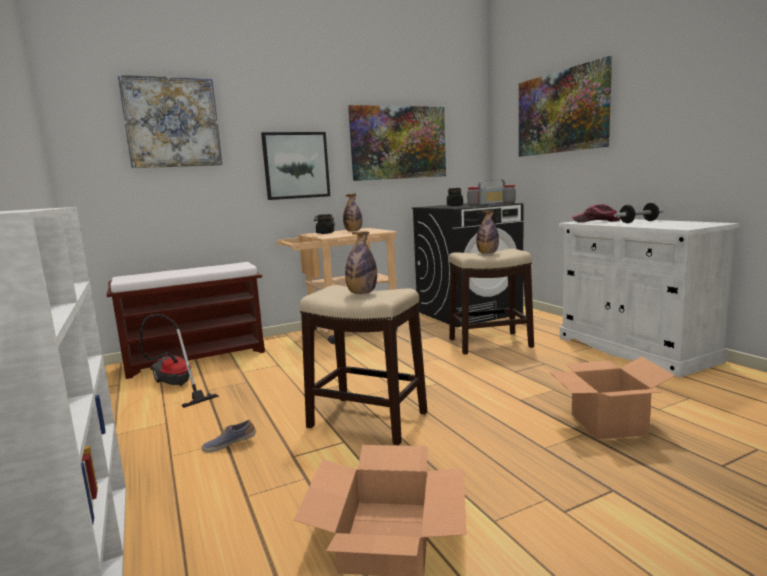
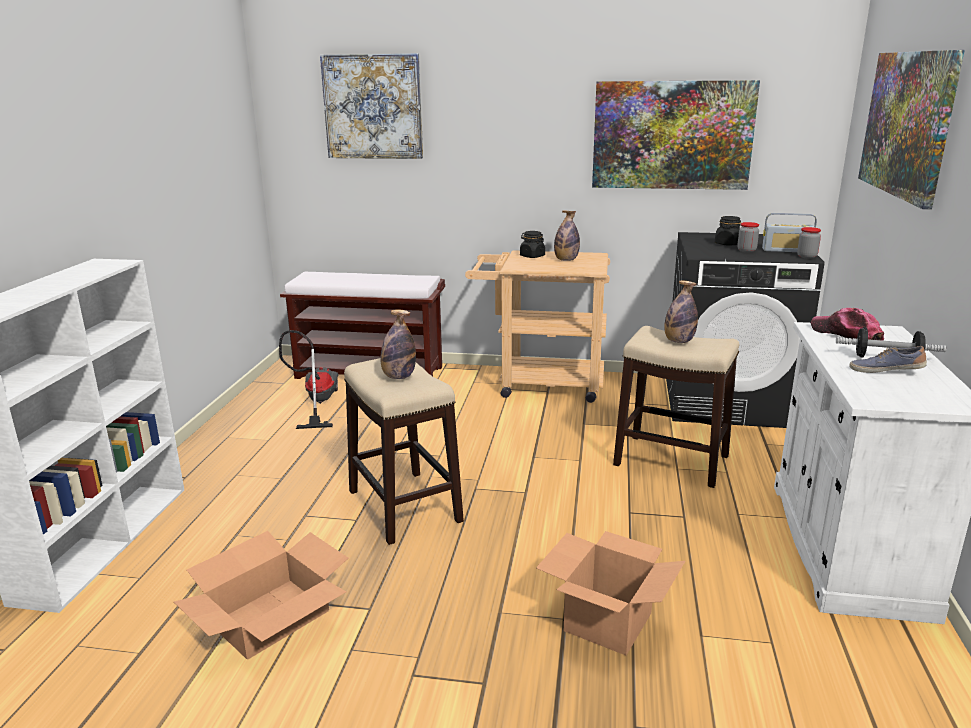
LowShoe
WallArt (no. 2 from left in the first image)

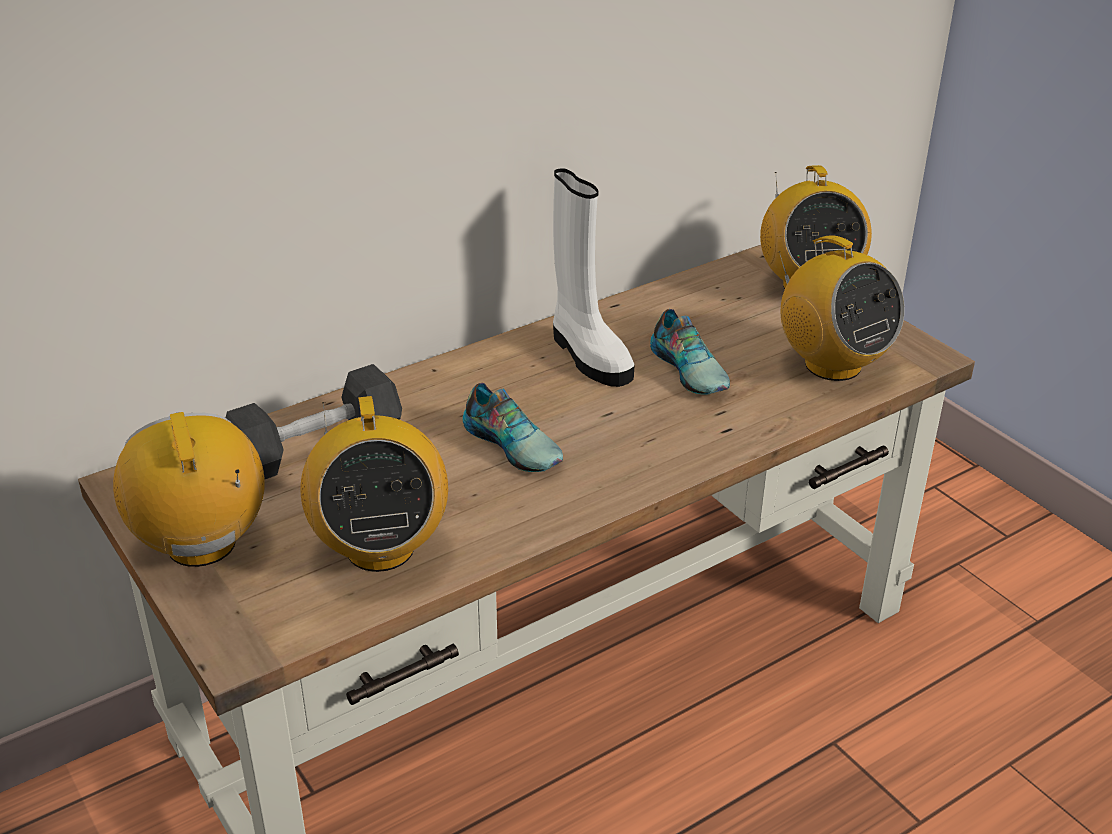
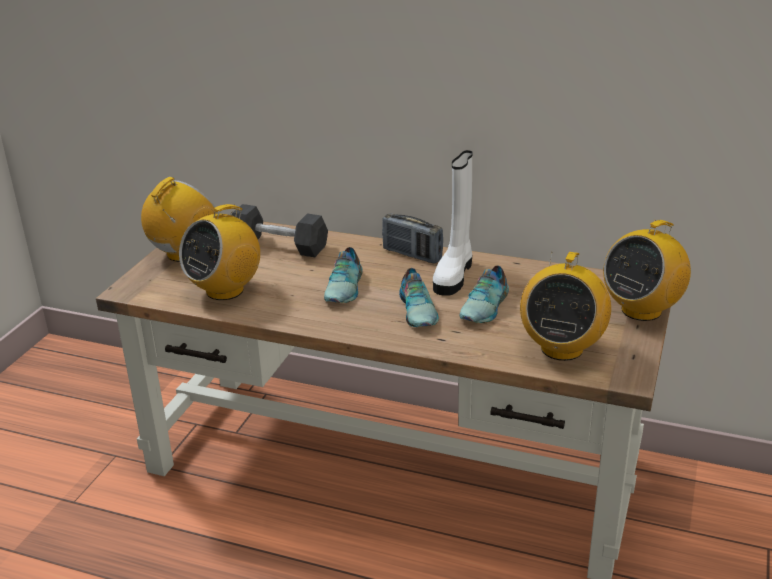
Radio (no. 3 from left)
LowShoe (no. 2 from left)

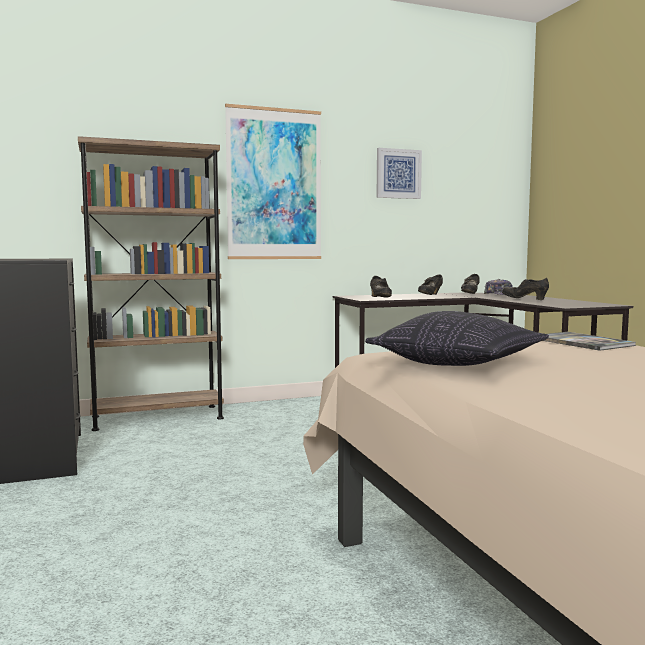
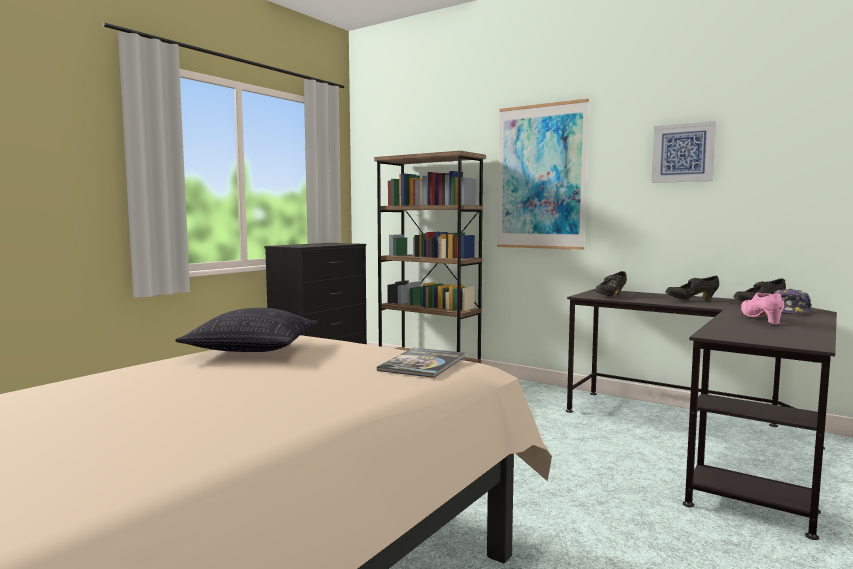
PinkishLowShoe

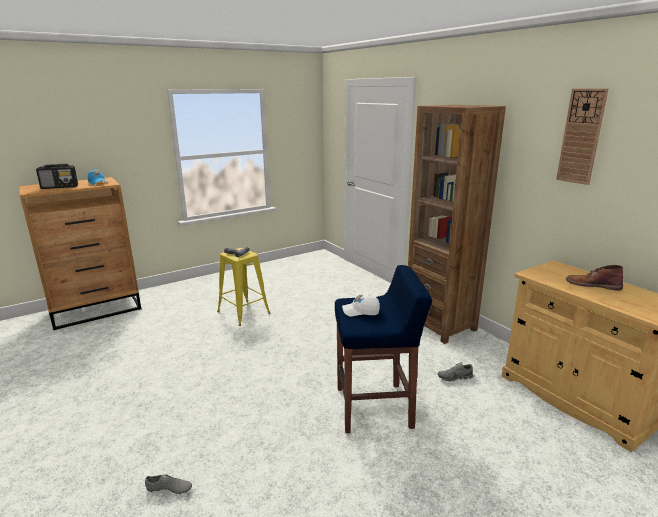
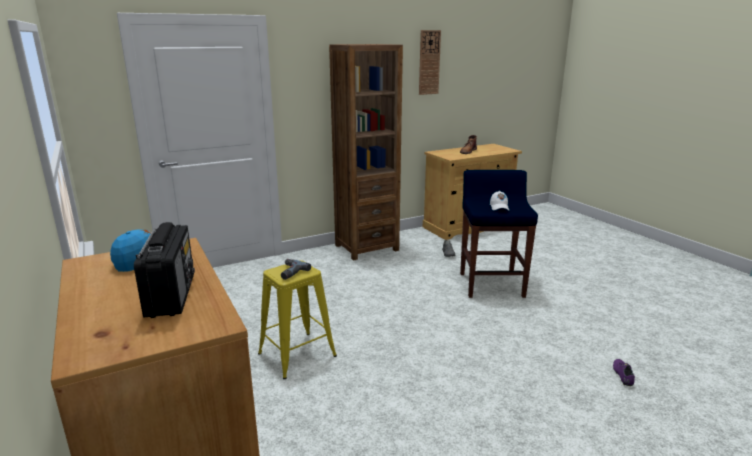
PurplishLowShoe

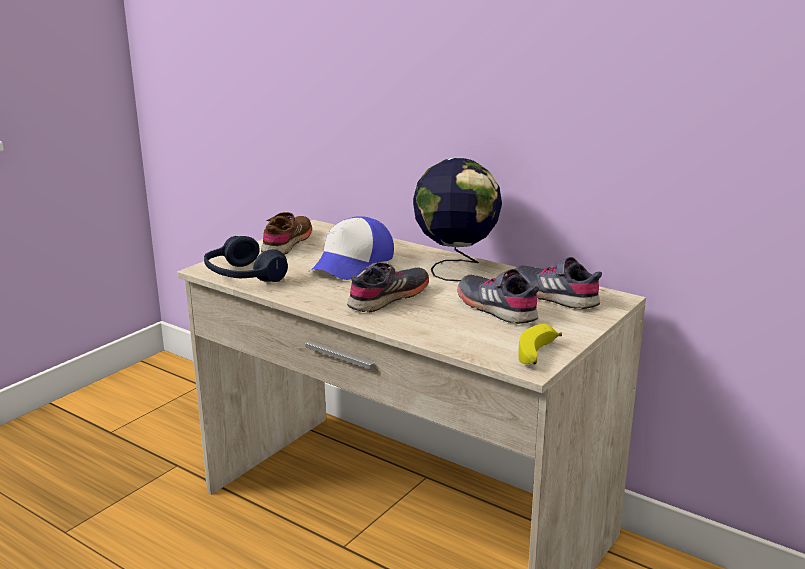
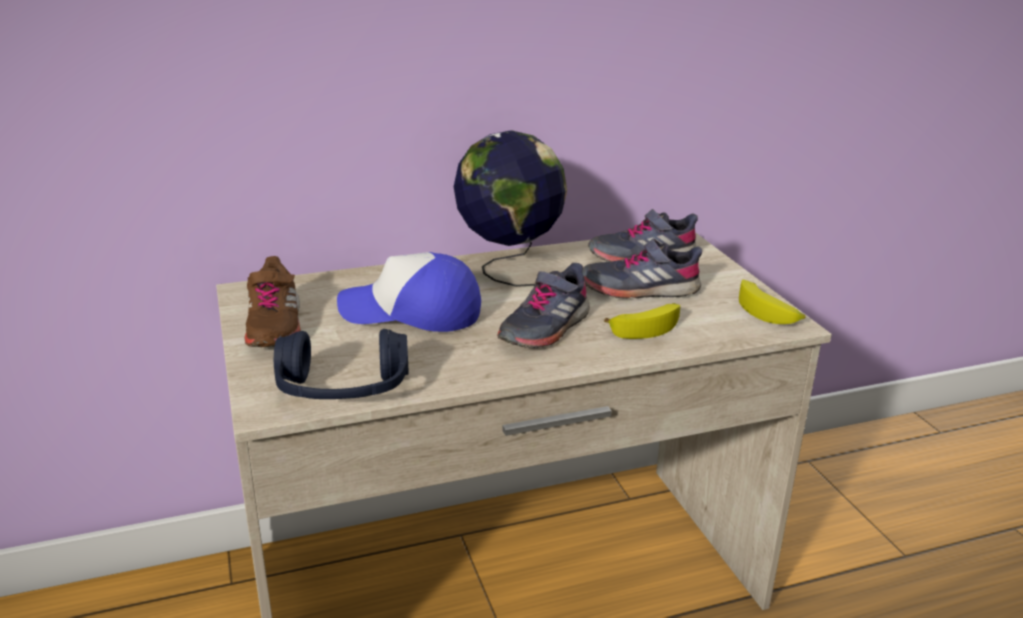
BrownLowShoe
PeakedCap
GreyishLowShoe (no. 1 from left)
WholeBanana (no. 1 from left)

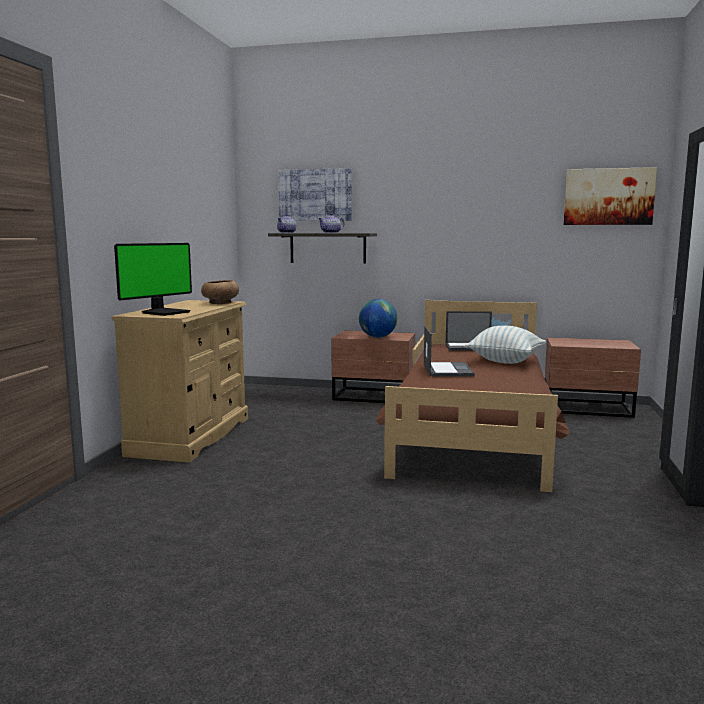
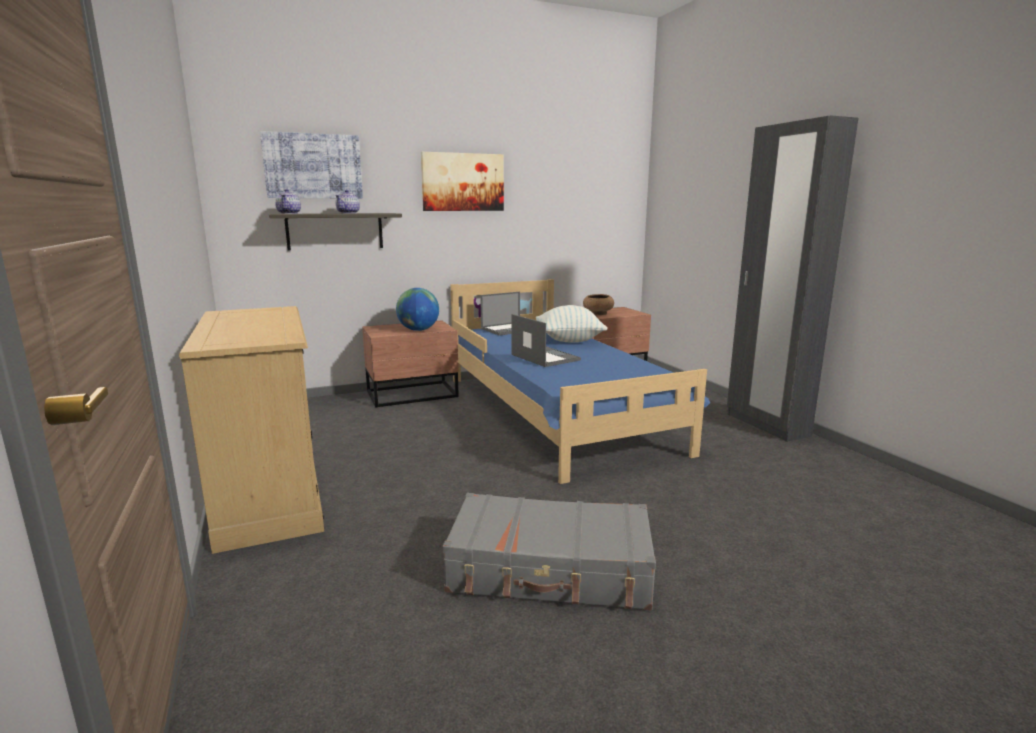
WallArt (no. 2 from left)
GreyishSuitcase
BlueBed
BrownDeepDish
Monitor

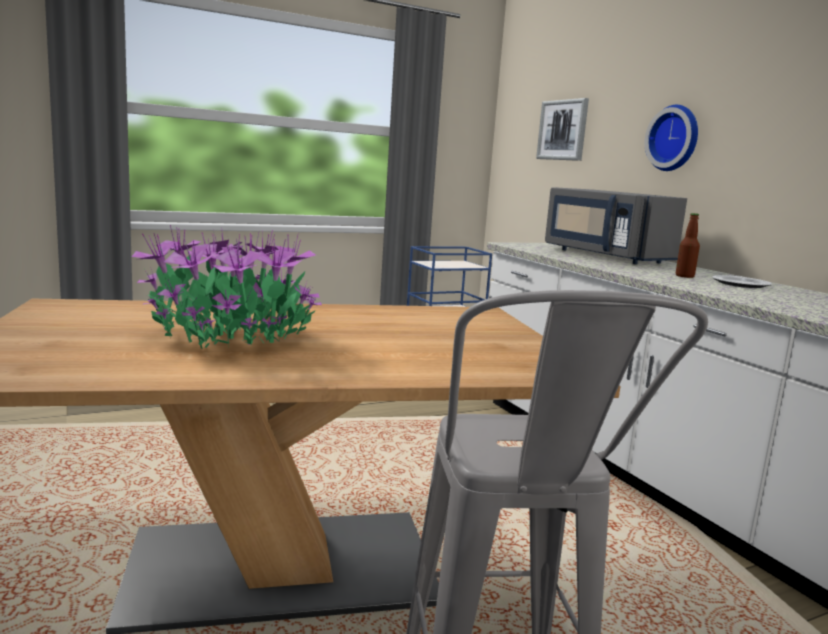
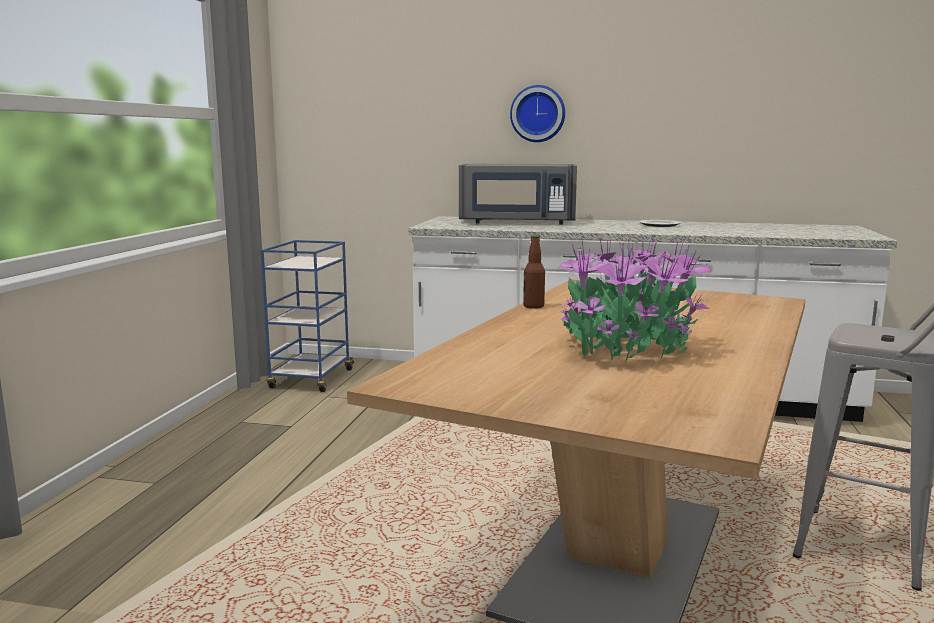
Bottle
WallArt

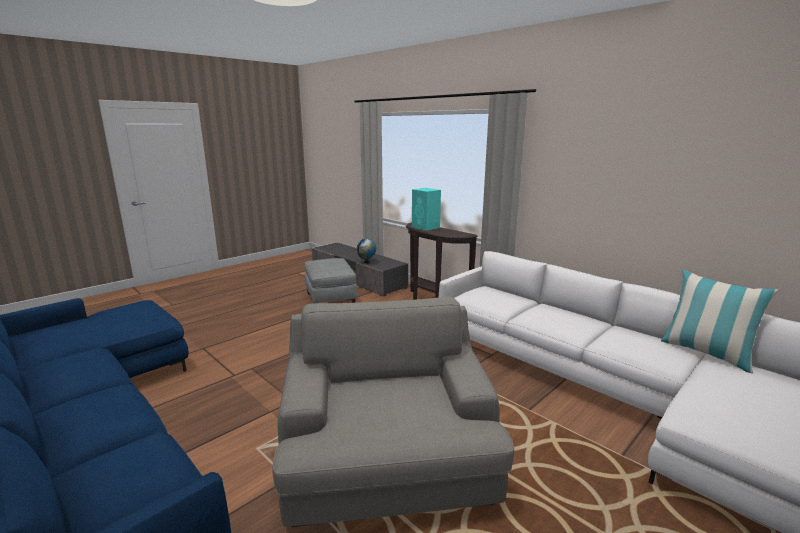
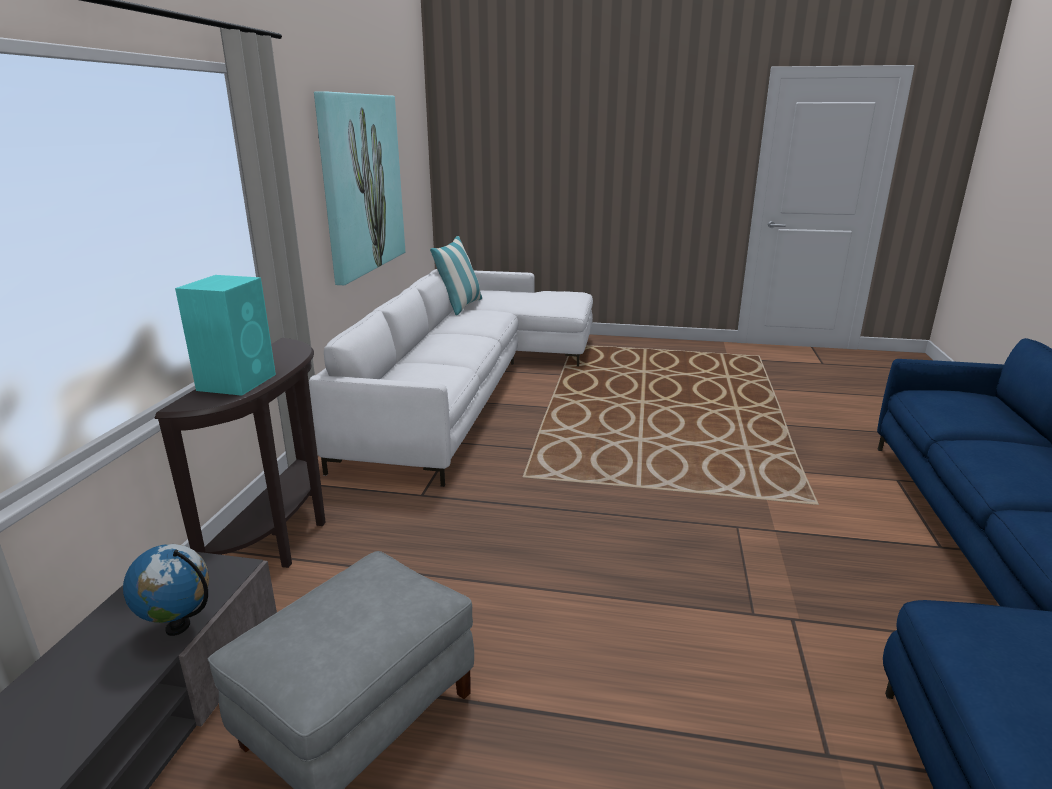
WallArt
GreyishEasyChair

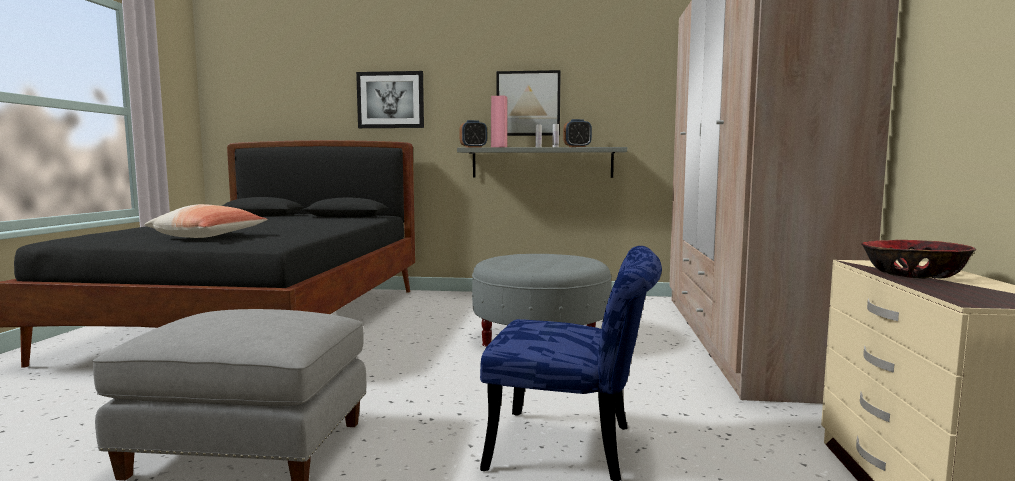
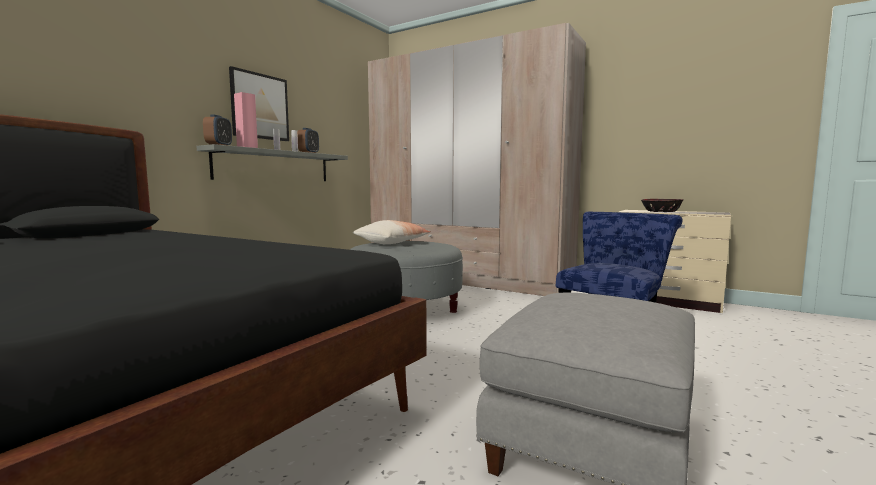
ThrowPillow
WallArt (no. 1 from left in the first image)

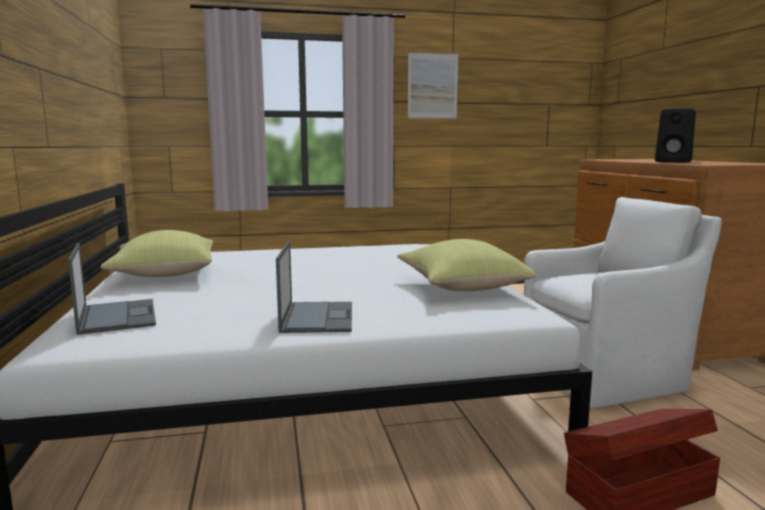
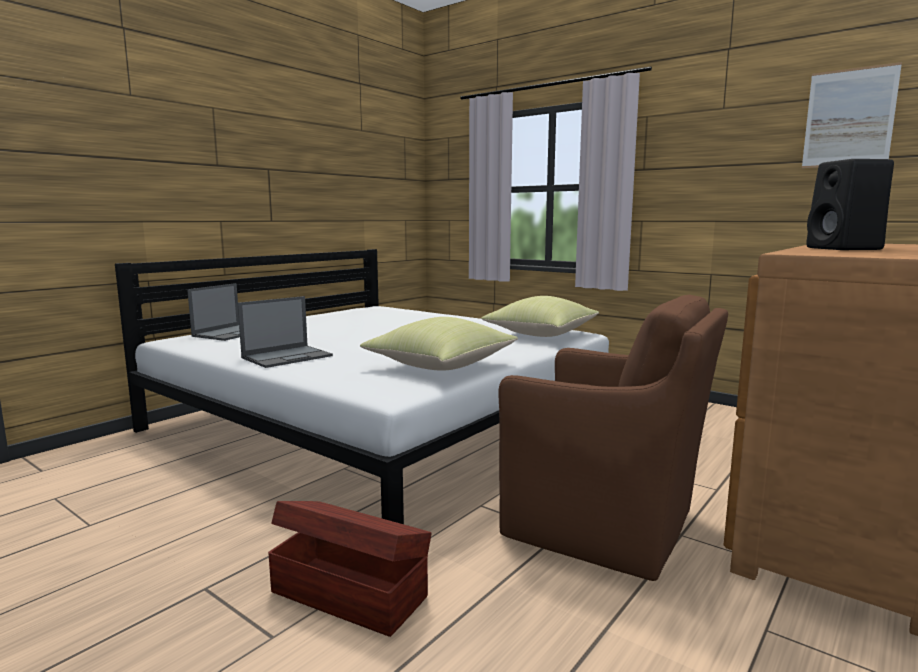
YellowColouredThrowPillow (no. 2 from left)
BrownEasyChair
WallArt

